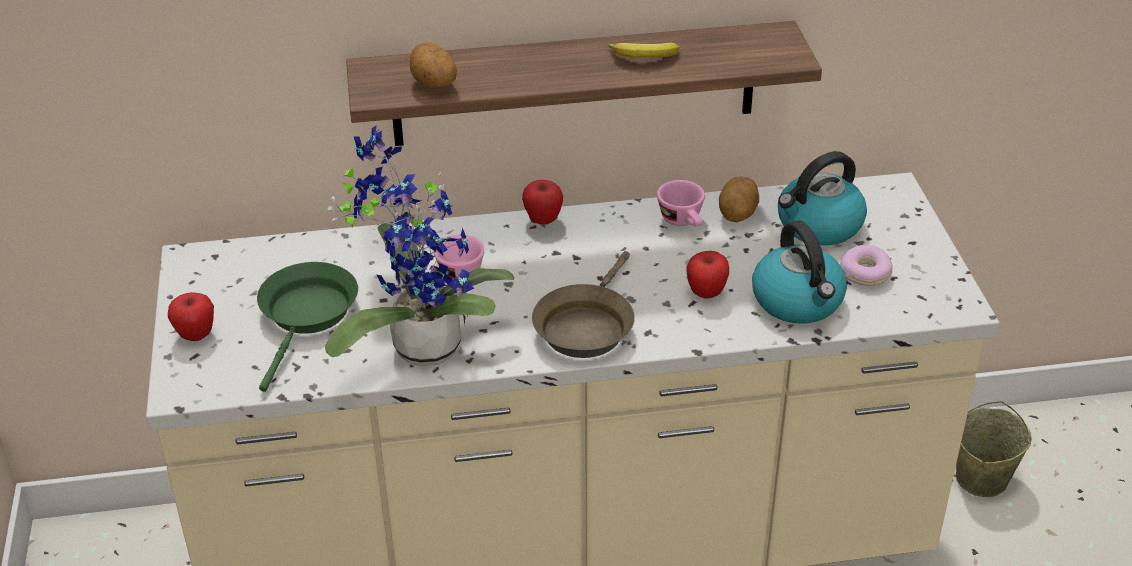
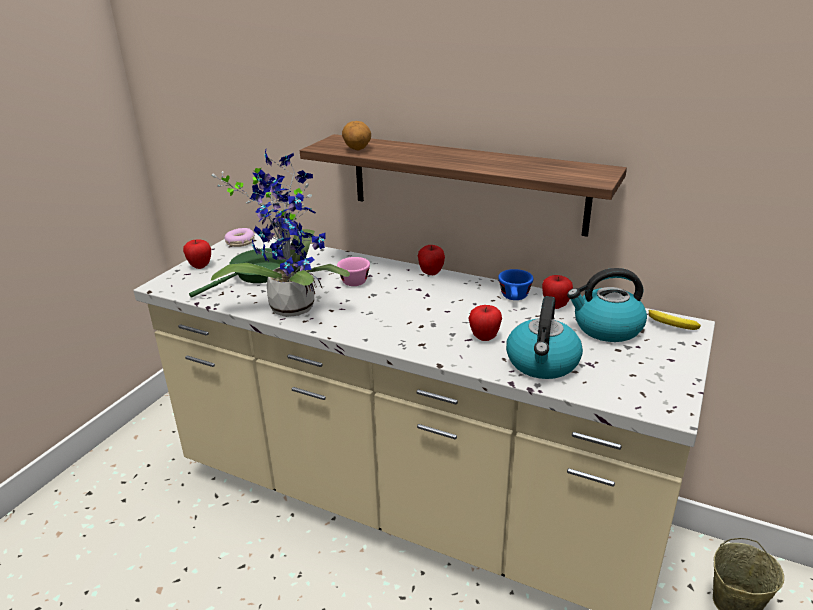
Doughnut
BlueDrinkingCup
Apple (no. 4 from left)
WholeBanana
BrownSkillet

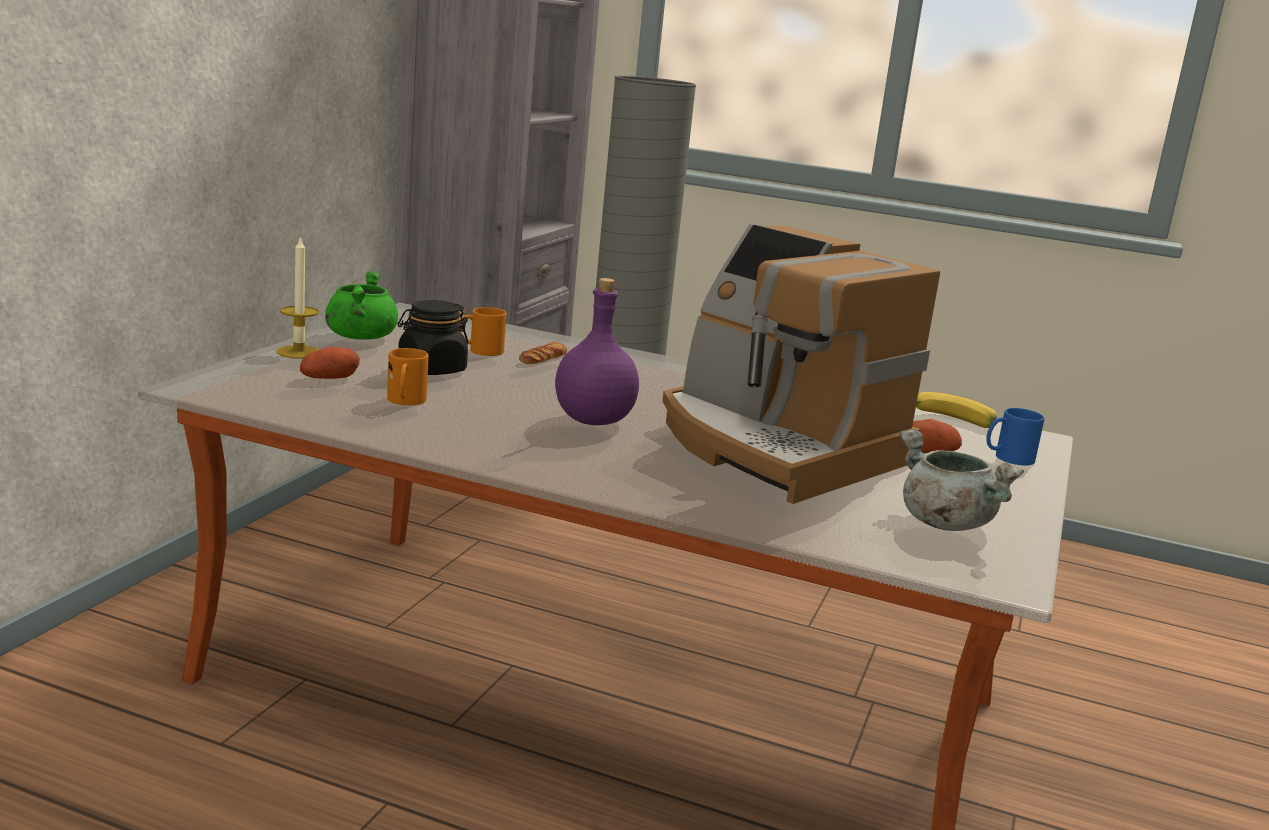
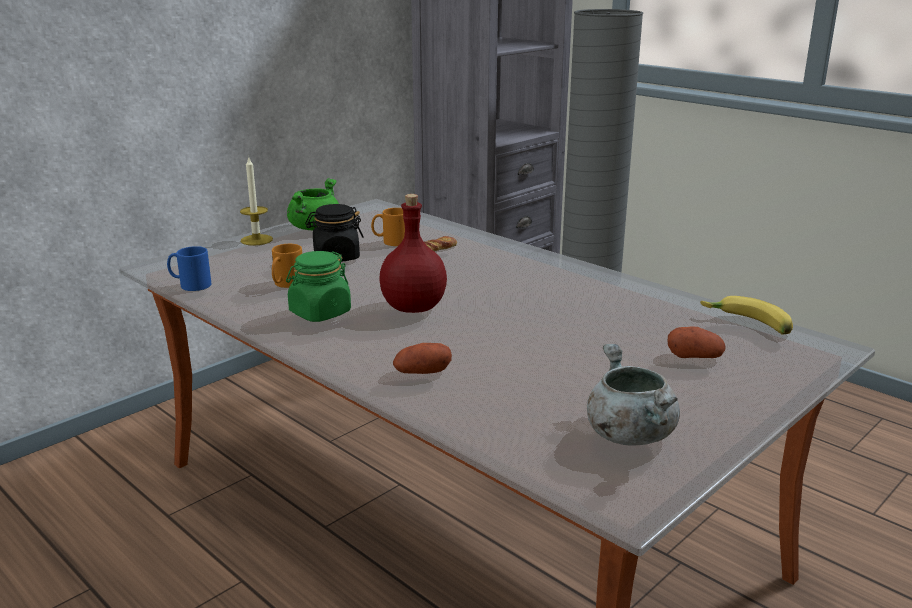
BlueMug
GreenJar
ReddishBottle
WholePotato (no. 1 from left)
CoffeeMachine

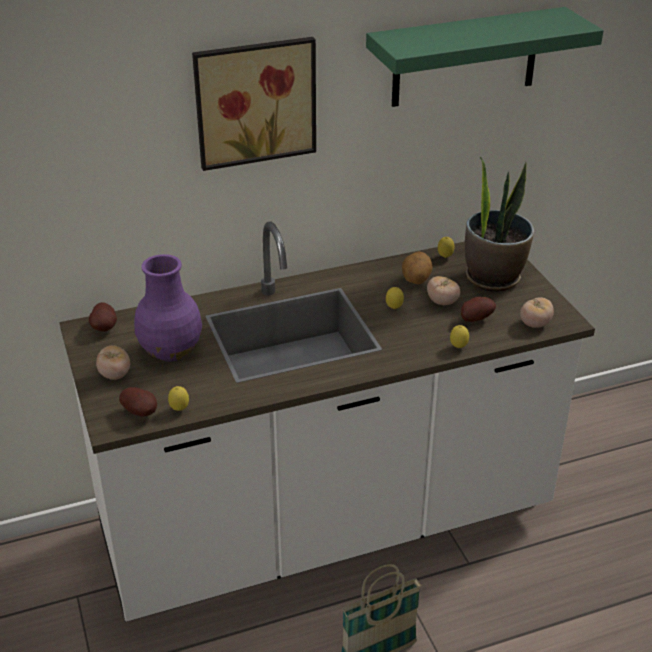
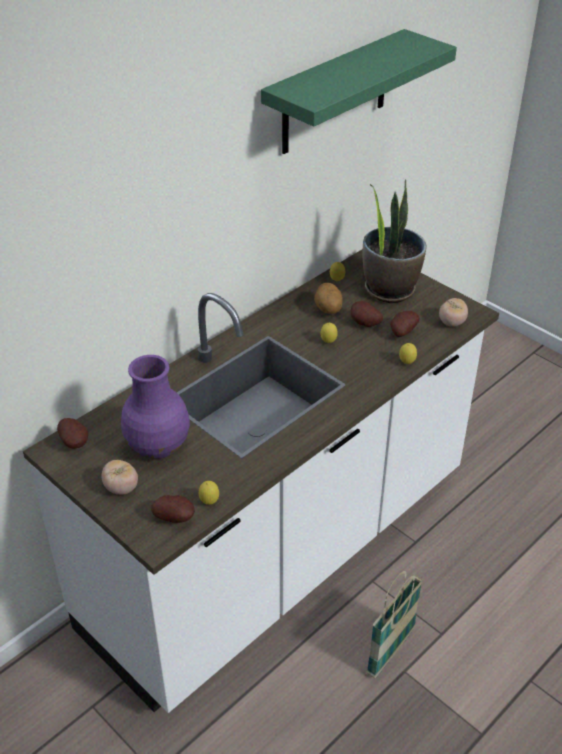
WholePotato (no. 4 from left)
WallArt

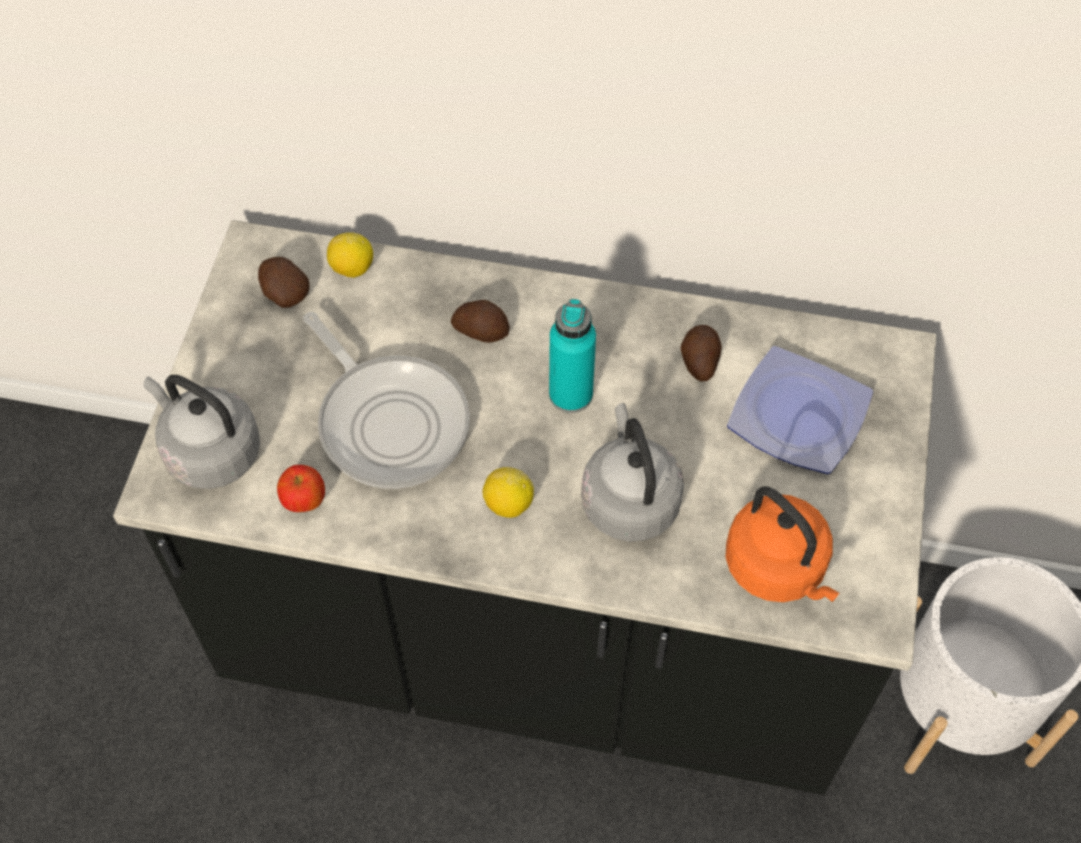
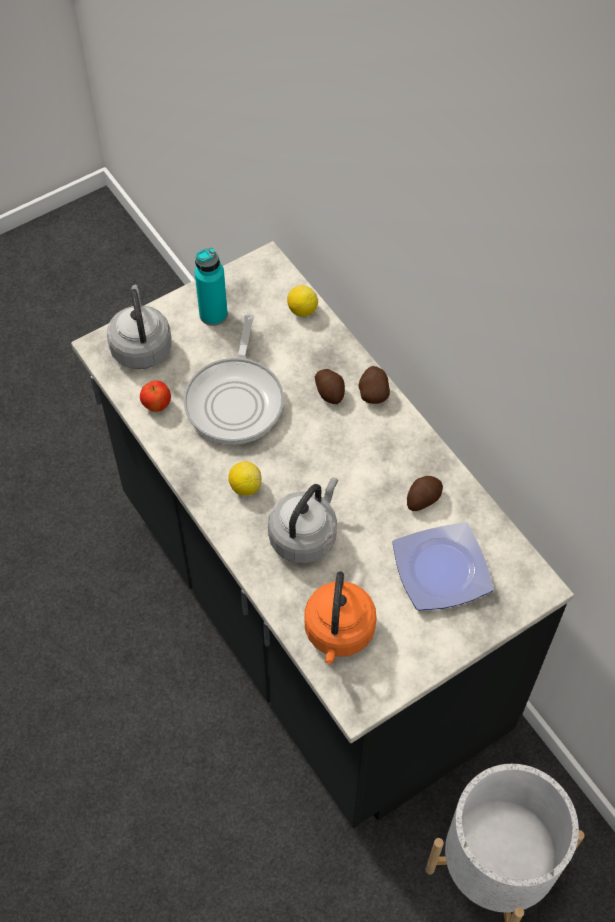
TurquoiseColouredBottle
WholePotato (no. 2 from left)

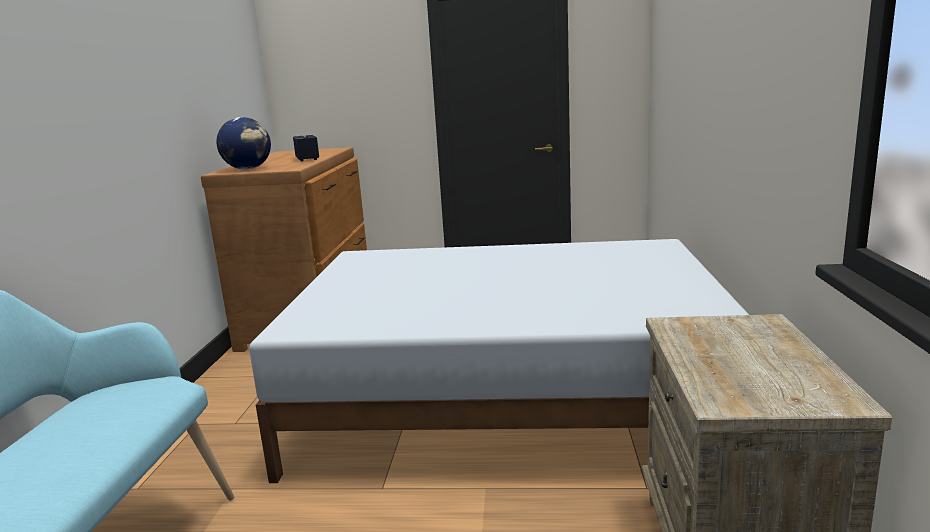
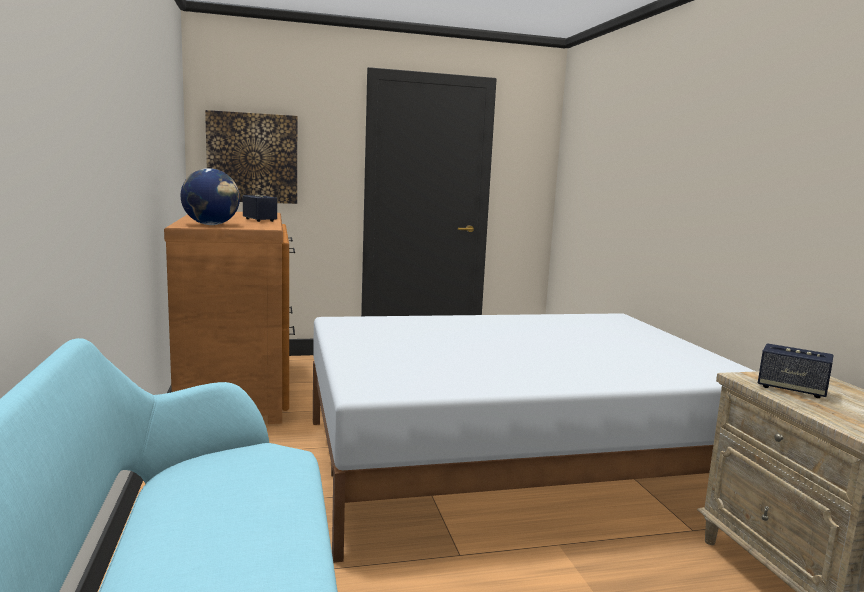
WallArt
Loudspeaker (no. 2 from left)

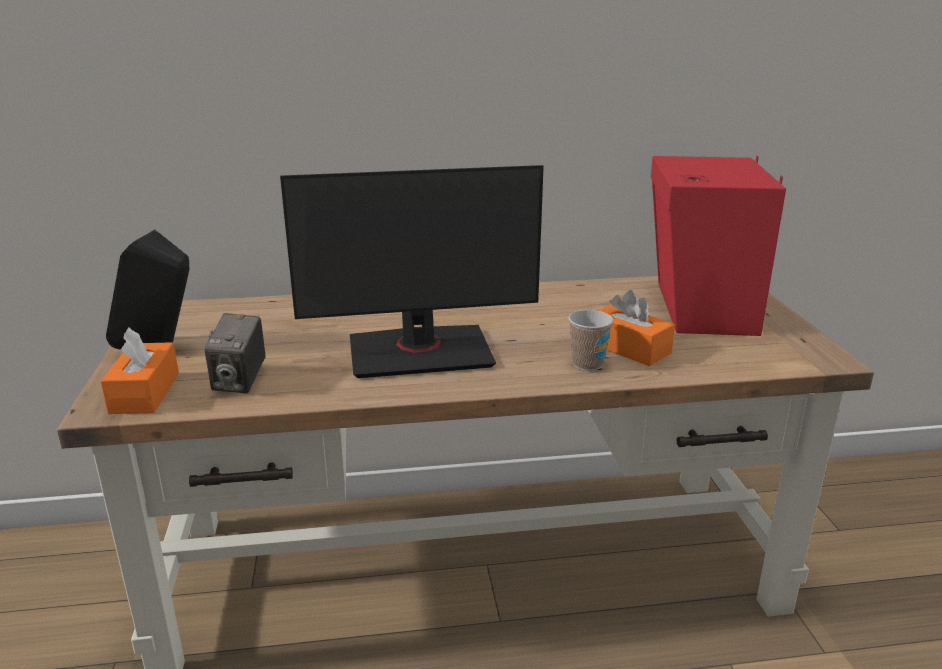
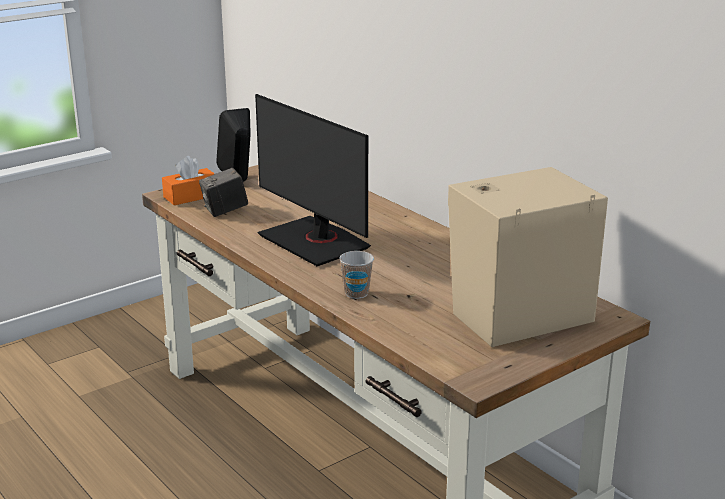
SandColouredLoudspeaker
OrangeColouredTissueHolder (no. 2 from left in the first image)

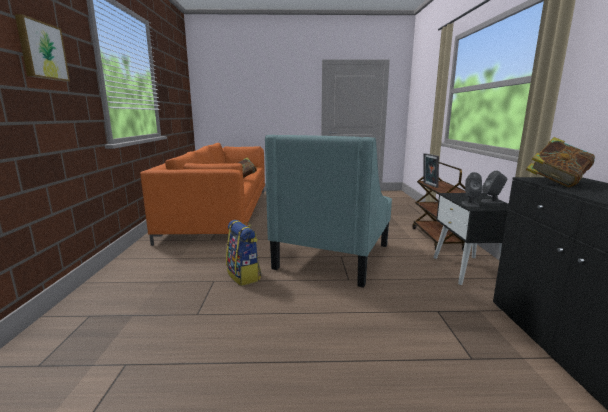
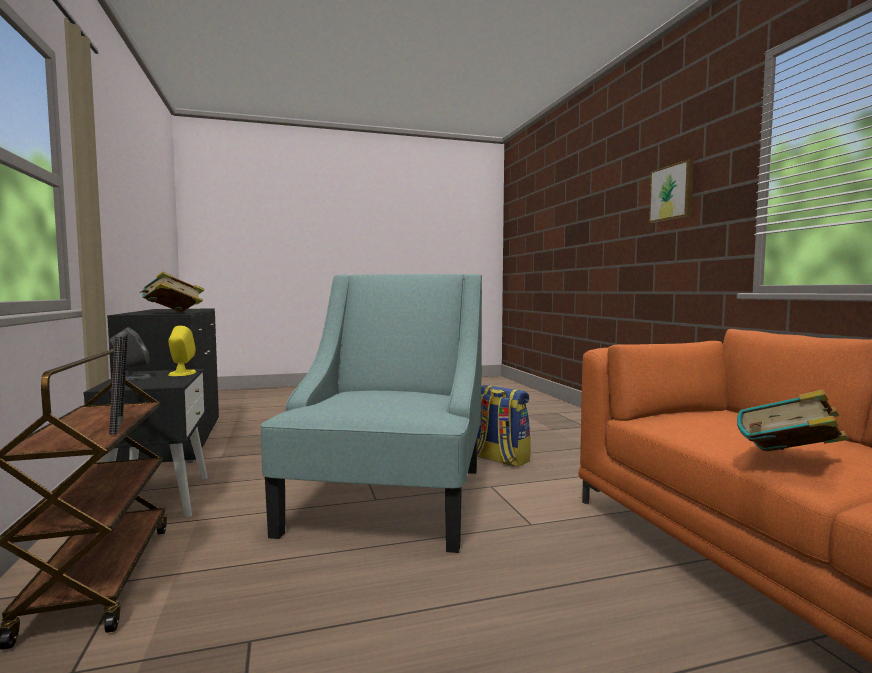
YellowColouredLoudspeaker

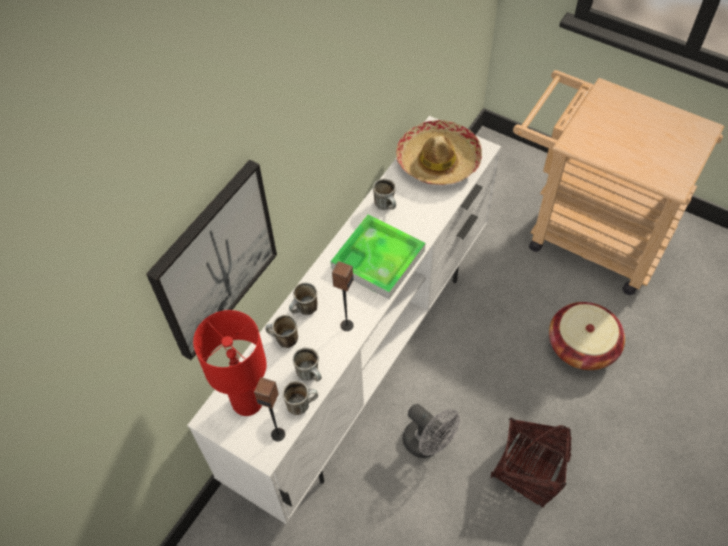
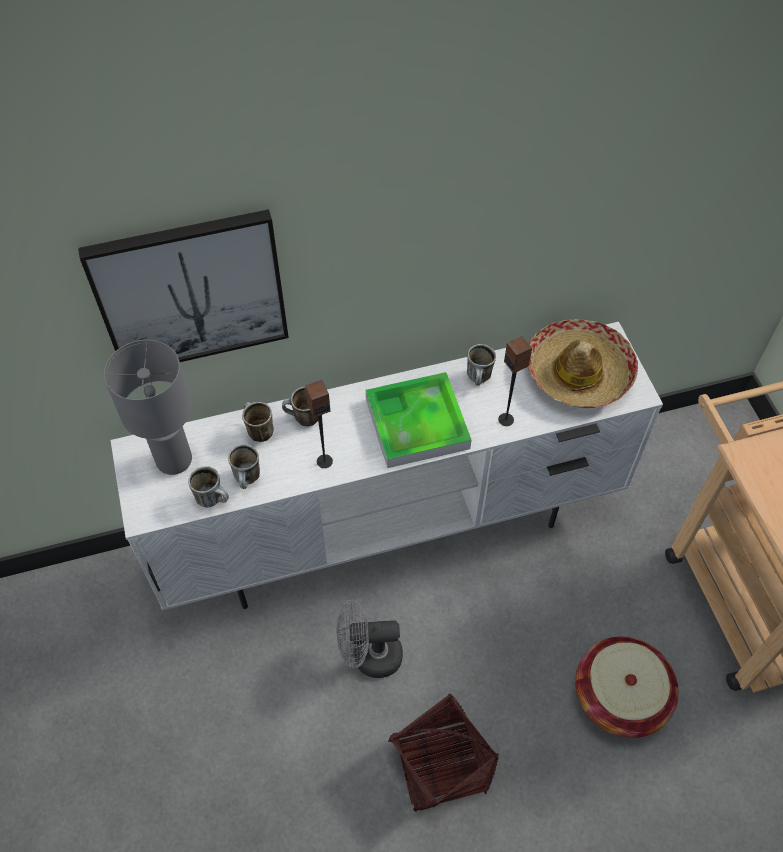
GreyishTabletopLamp
GreyishElectricFan
Loudspeaker (no. 2 from left)

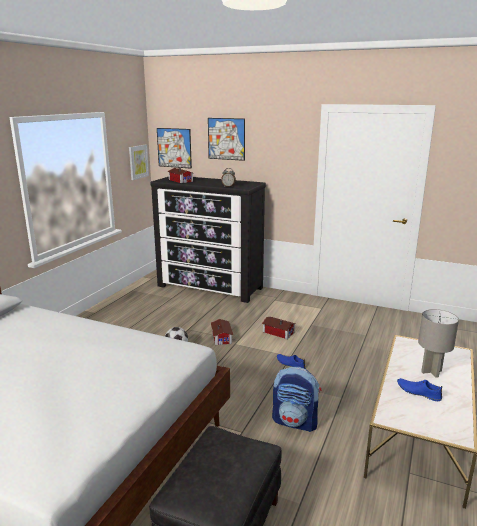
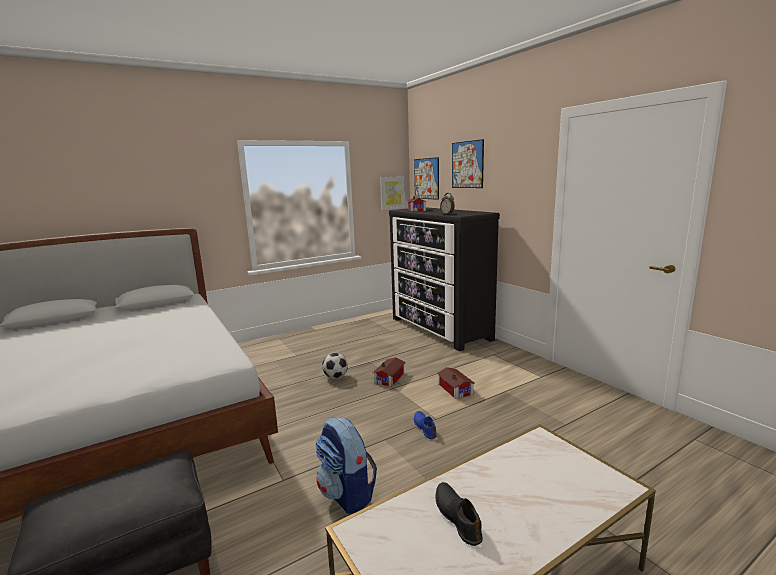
BlackColouredLowShoe
GreyishTabletopLamp

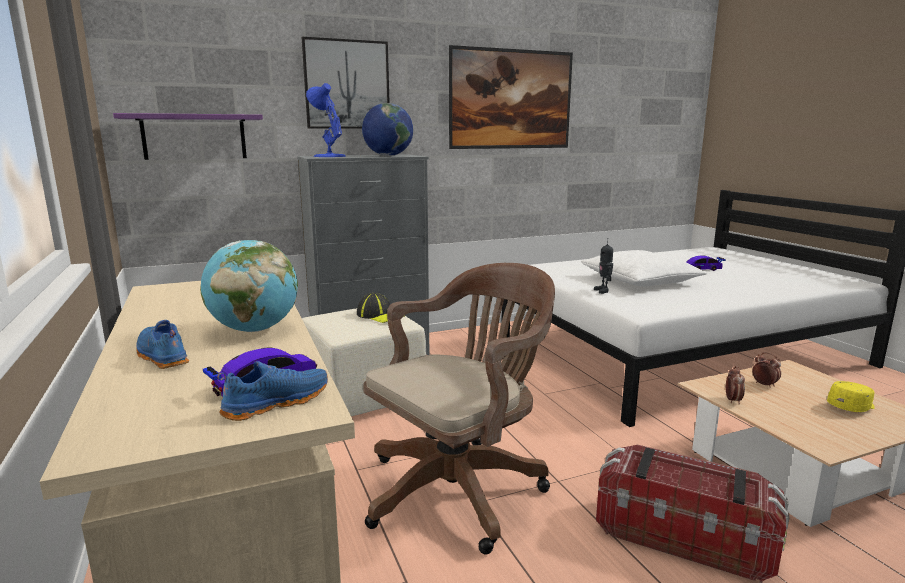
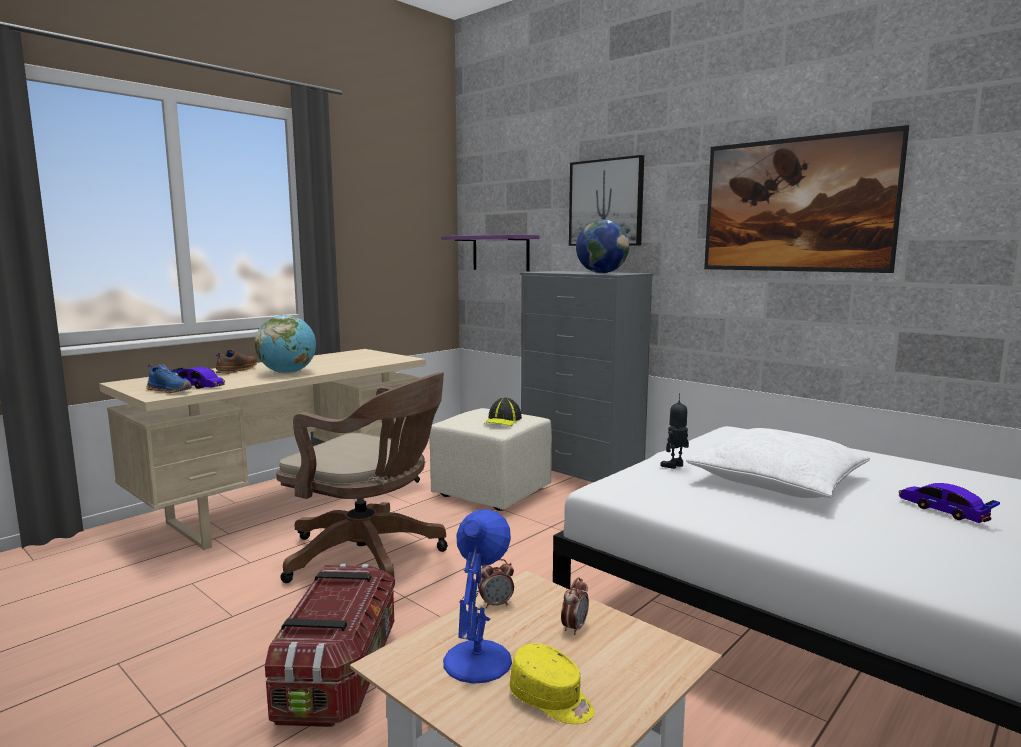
BrownLowShoe
BlueTabletopLamp

